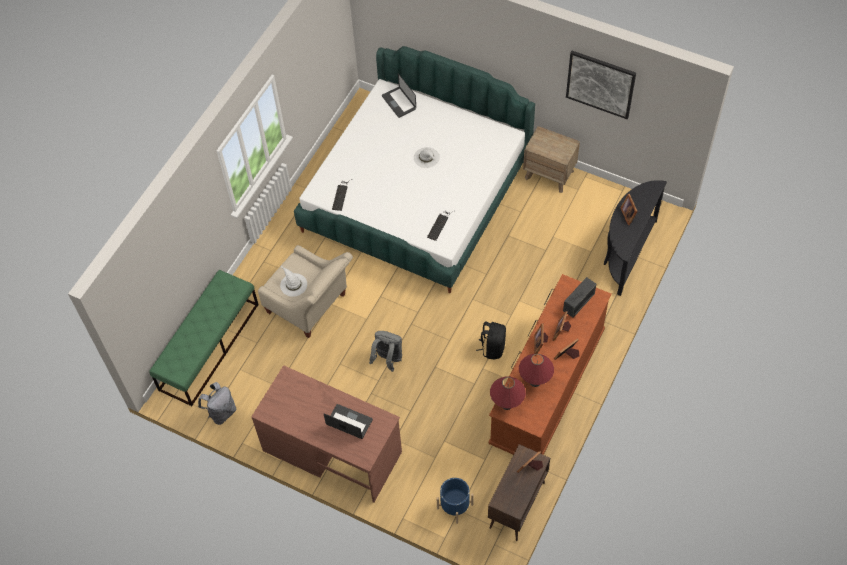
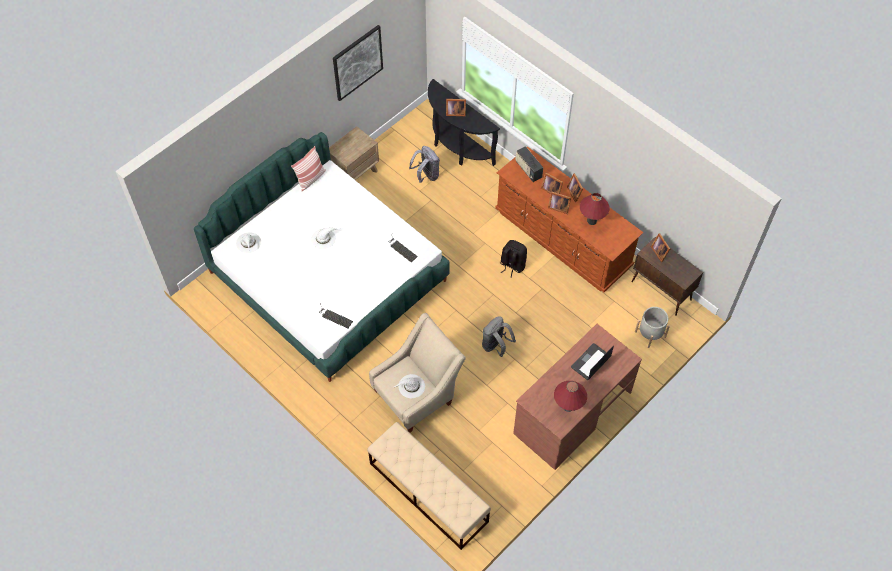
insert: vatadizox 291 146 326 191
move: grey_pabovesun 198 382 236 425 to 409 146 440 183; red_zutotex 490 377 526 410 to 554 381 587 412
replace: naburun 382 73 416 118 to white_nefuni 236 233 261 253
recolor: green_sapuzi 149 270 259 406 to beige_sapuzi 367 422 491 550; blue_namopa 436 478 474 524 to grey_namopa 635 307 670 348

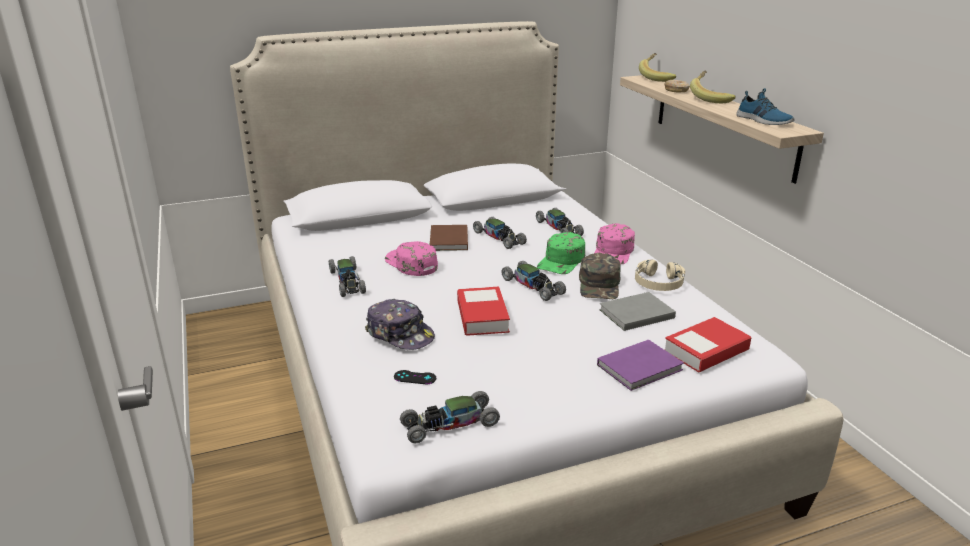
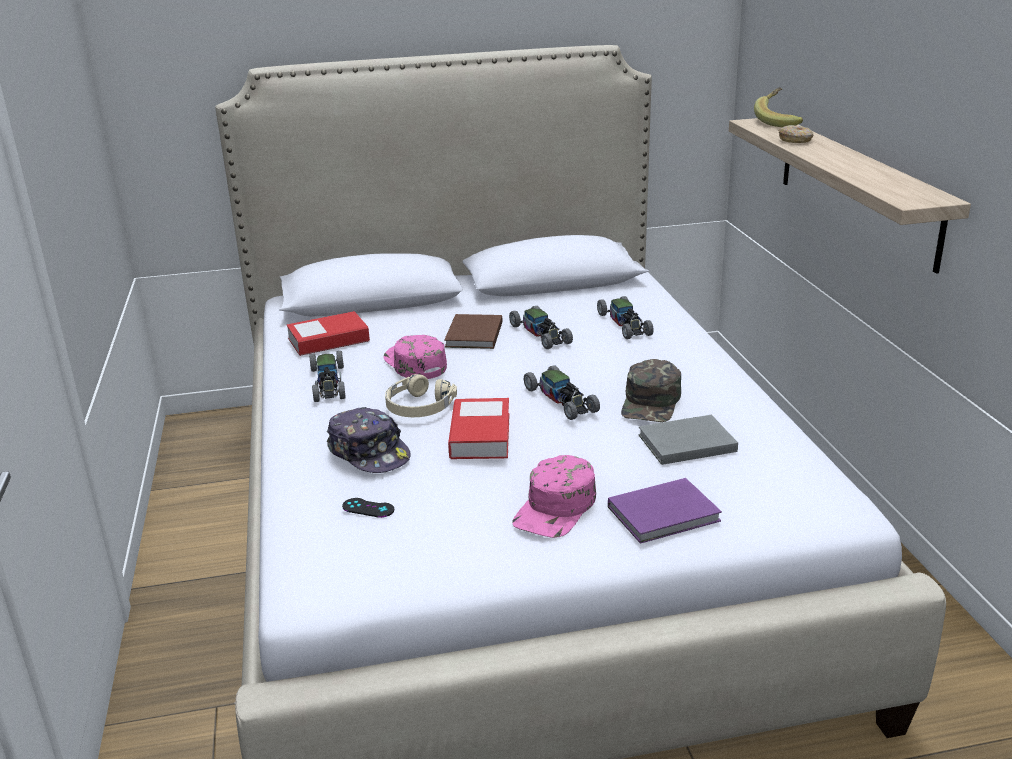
delete: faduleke 400 391 500 443; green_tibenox 537 232 585 274; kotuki 690 71 736 103; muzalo 736 88 795 125
move: pink_tibenox 595 223 635 264 to 512 455 596 538; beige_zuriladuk 635 259 685 291 to 385 374 457 417; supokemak 665 317 751 373 to 287 311 370 356

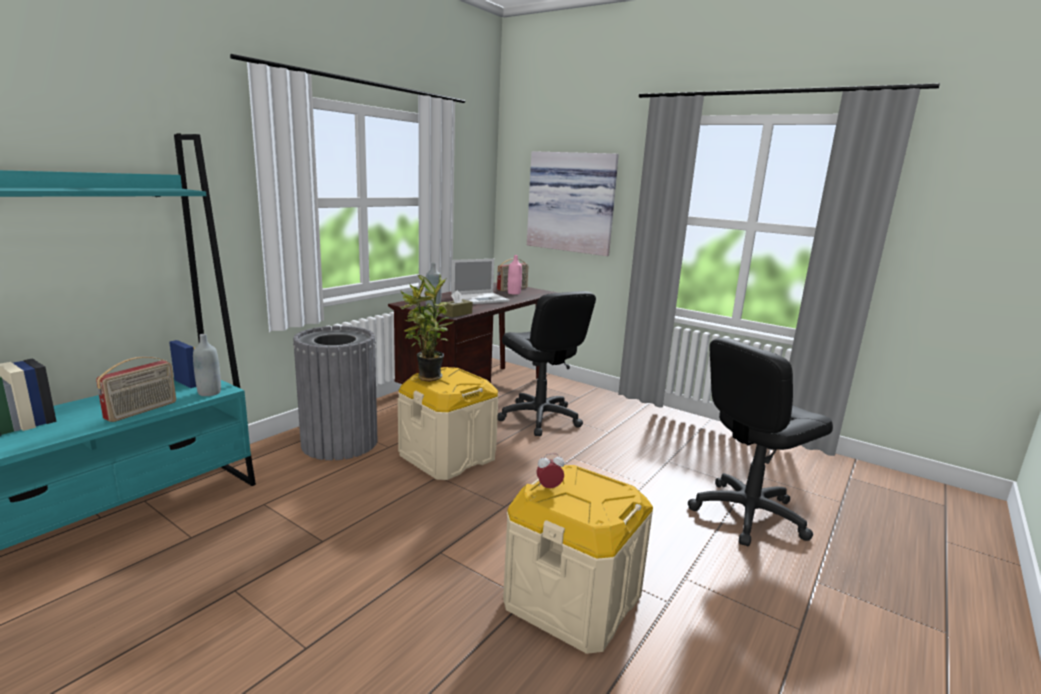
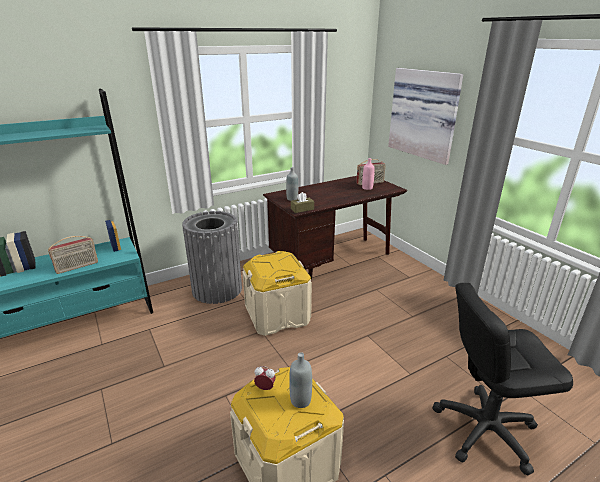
delete: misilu 400 275 454 382; naburun 451 259 509 304; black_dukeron 497 291 596 436
move: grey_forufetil 193 334 221 396 to 289 352 312 408

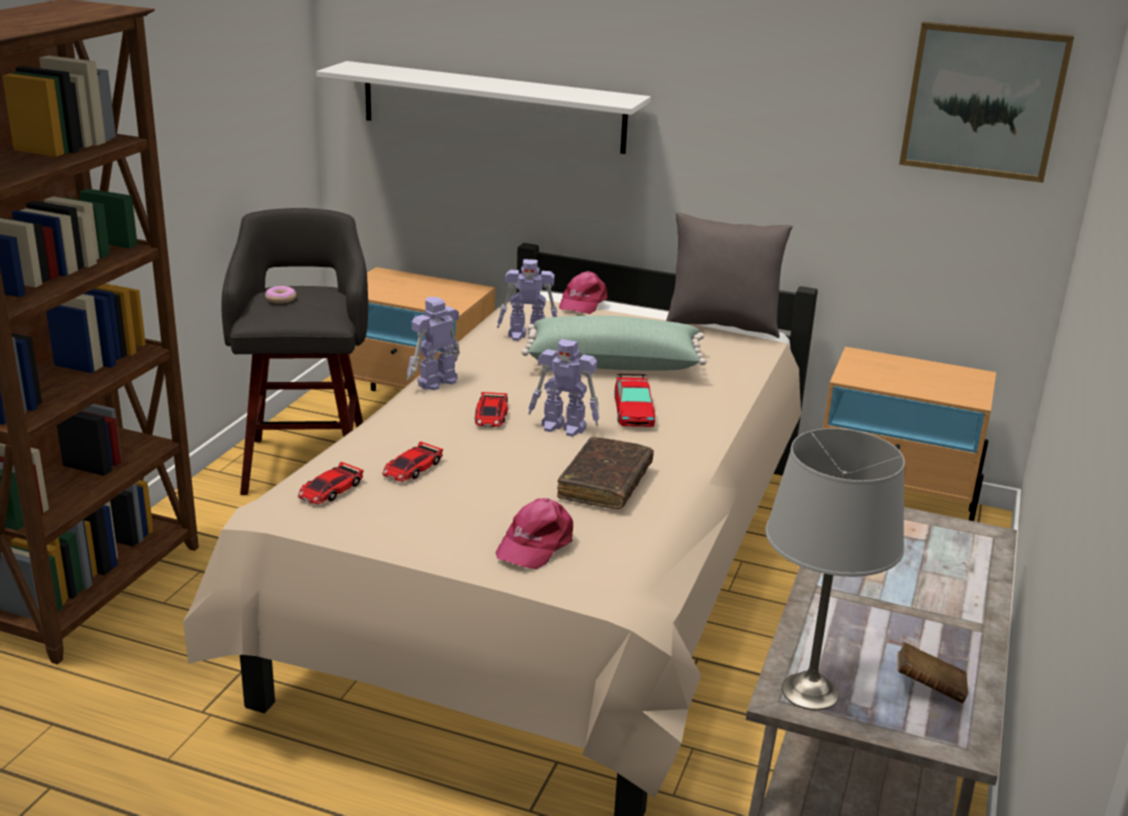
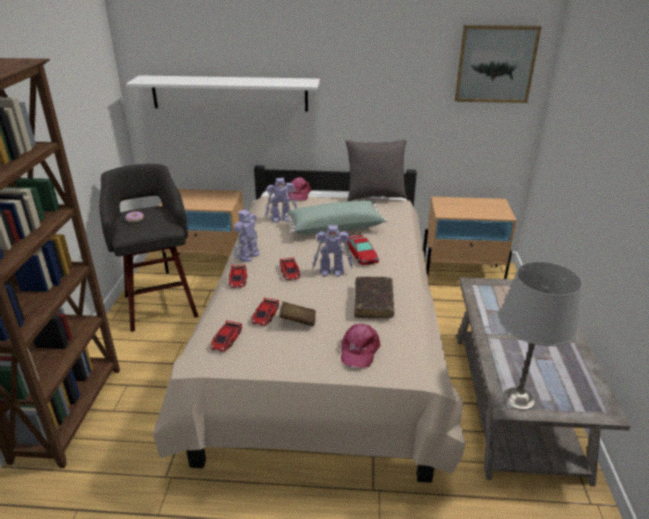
insert: faduleke 229 265 247 288
move: brown_supokemak 898 642 968 703 to 279 301 316 327

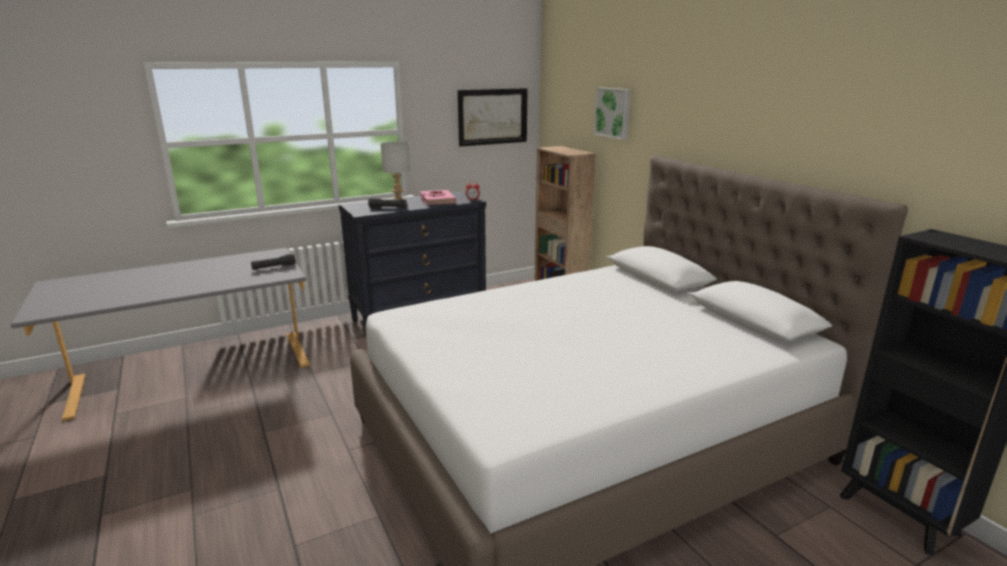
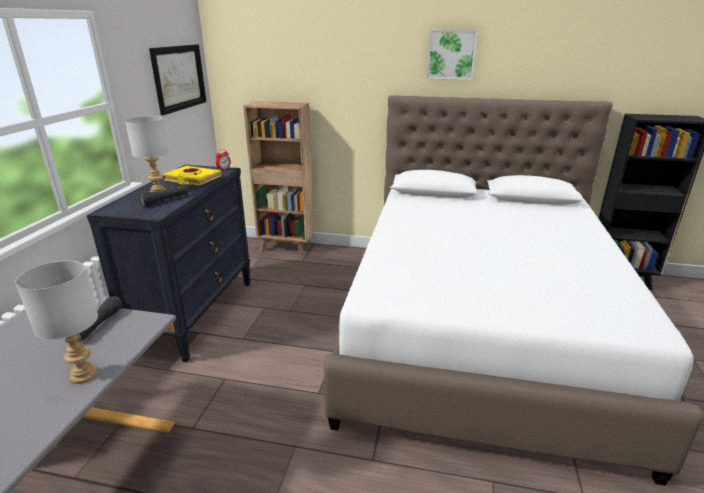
insert: grey_zutotex 15 260 98 384
move: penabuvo 594 87 631 140 to 427 30 478 80
recolor: pink_supokemak 419 190 456 205 to yellow_supokemak 163 166 222 186

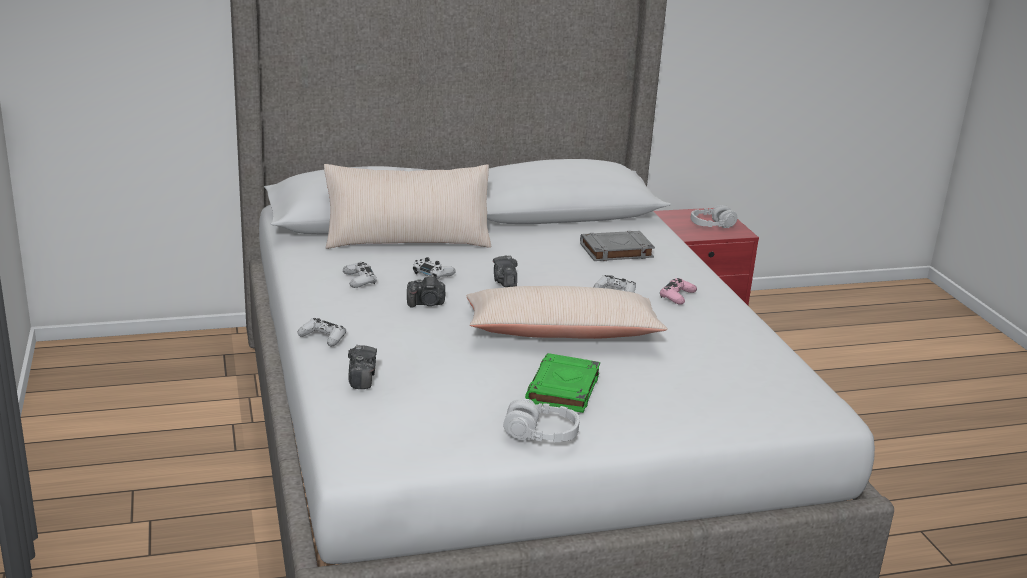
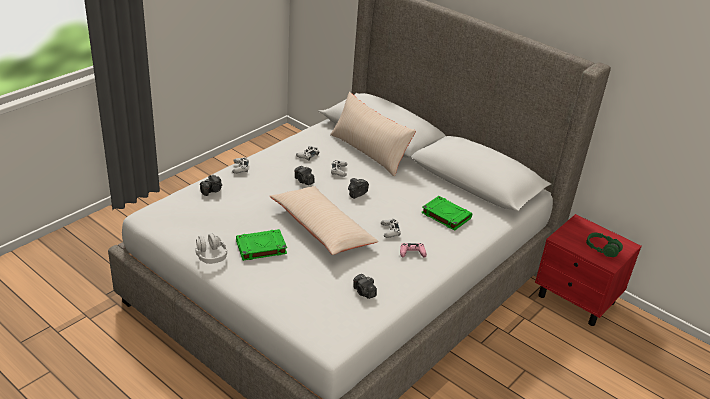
insert: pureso 353 274 377 299
recolor: grey_supokemak 580 231 655 261 to green_supokemak 421 196 472 231; grey_zuriladuk 690 205 737 228 to green_zuriladuk 586 233 623 257

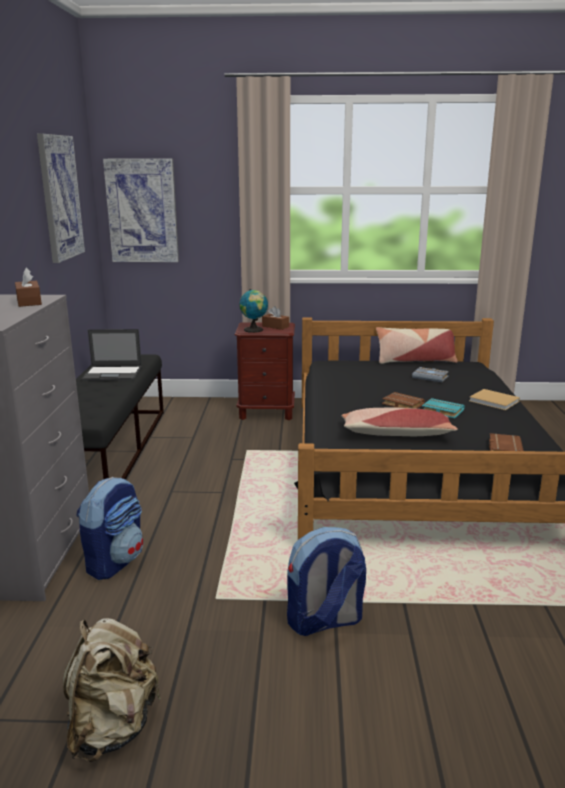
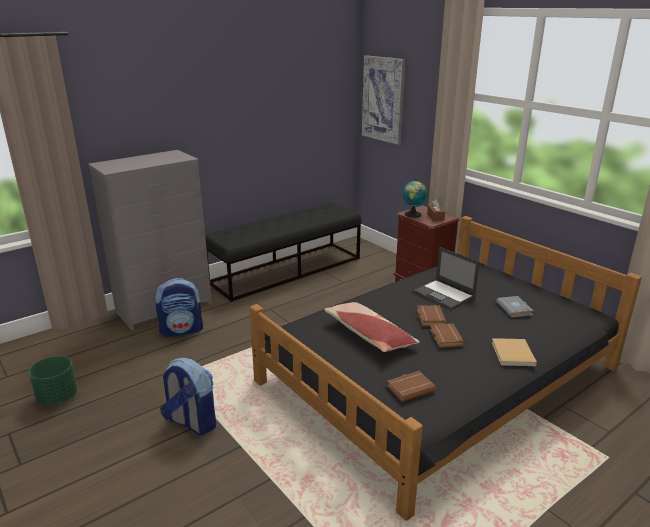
delete: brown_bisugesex 15 268 42 307; penabuvo 37 134 85 263; vatadizox 376 327 457 364
move: naburun 81 329 142 381 to 413 247 480 310
replace: beige_pabovesun 63 618 161 762 to green_namopa 28 356 77 405
recolor: turquoise_supokemak 422 398 465 418 to brown_supokemak 430 324 465 348

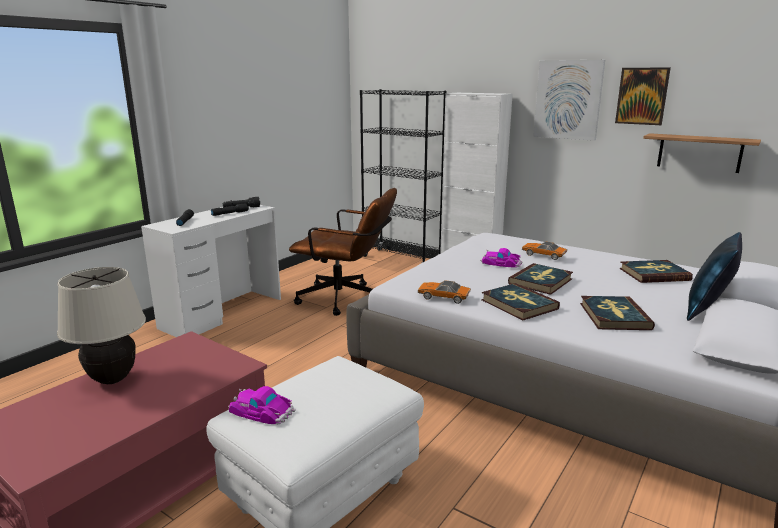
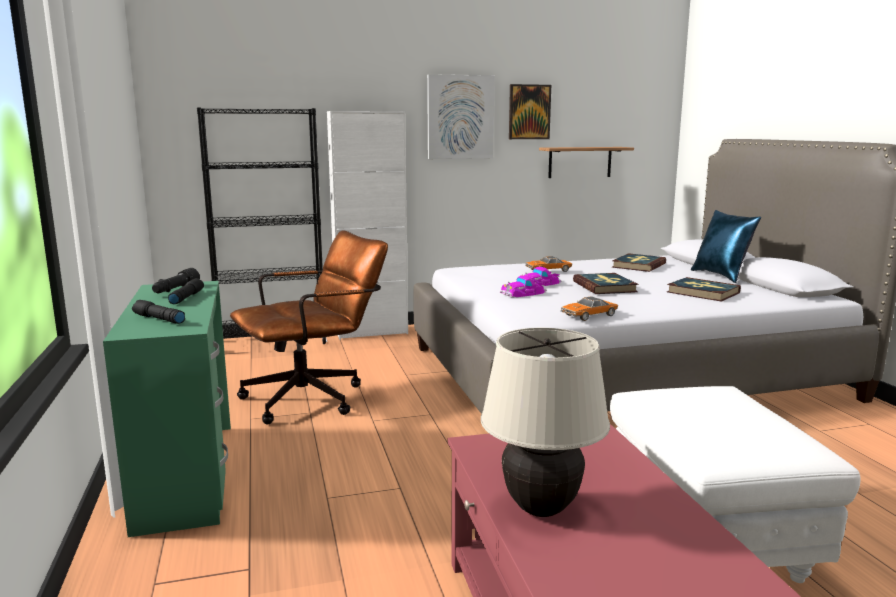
delete: supokemak 481 283 560 320
move: faduleke 228 386 296 424 to 500 275 547 298
recolor: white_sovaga 141 205 281 337 to green_sovaga 103 281 231 537

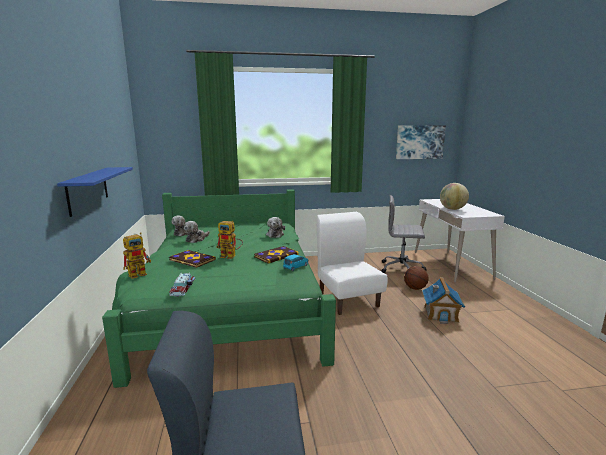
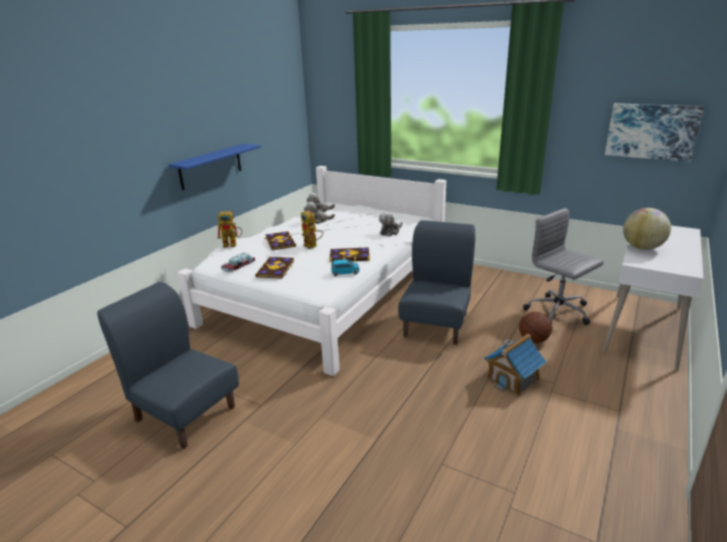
insert: supokemak 255 257 294 279
recolor: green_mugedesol 102 189 336 388 to white_mugedesol 178 166 446 376; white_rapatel 317 212 387 315 to blue_rapatel 398 220 475 344

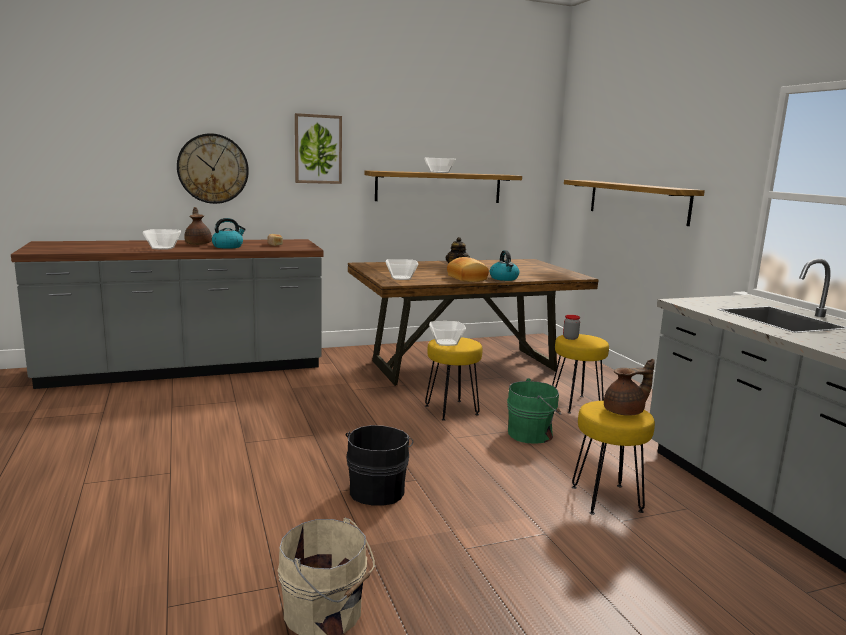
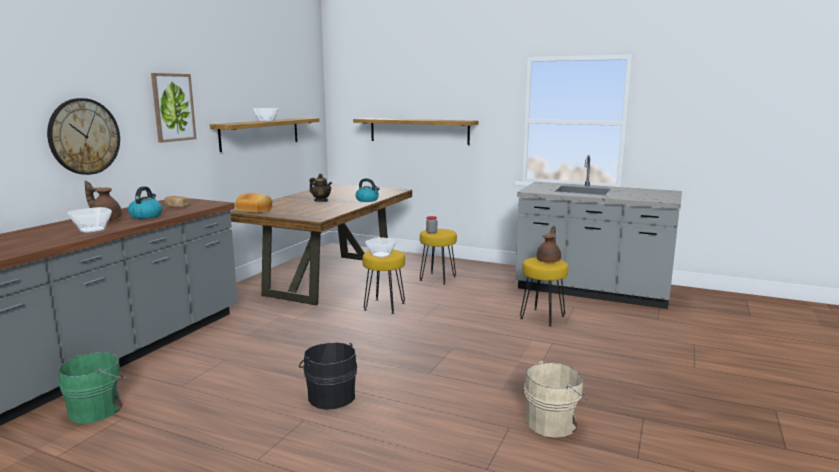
delete: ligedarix 386 259 418 280
move: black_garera 346 425 413 505 to 299 342 357 410; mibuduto 447 257 489 282 to 235 193 272 213; green_garera 507 378 561 444 to 58 352 127 424

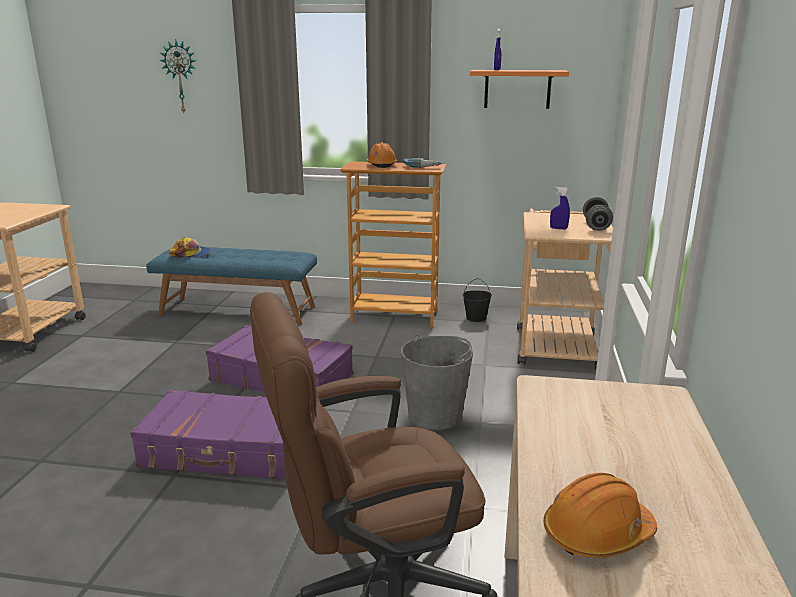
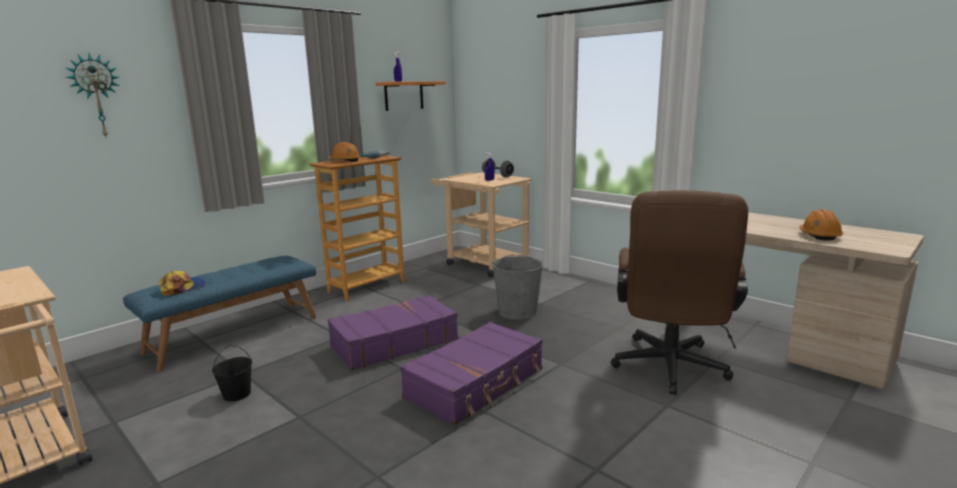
move: black_garera 463 278 492 322 to 212 345 252 402

